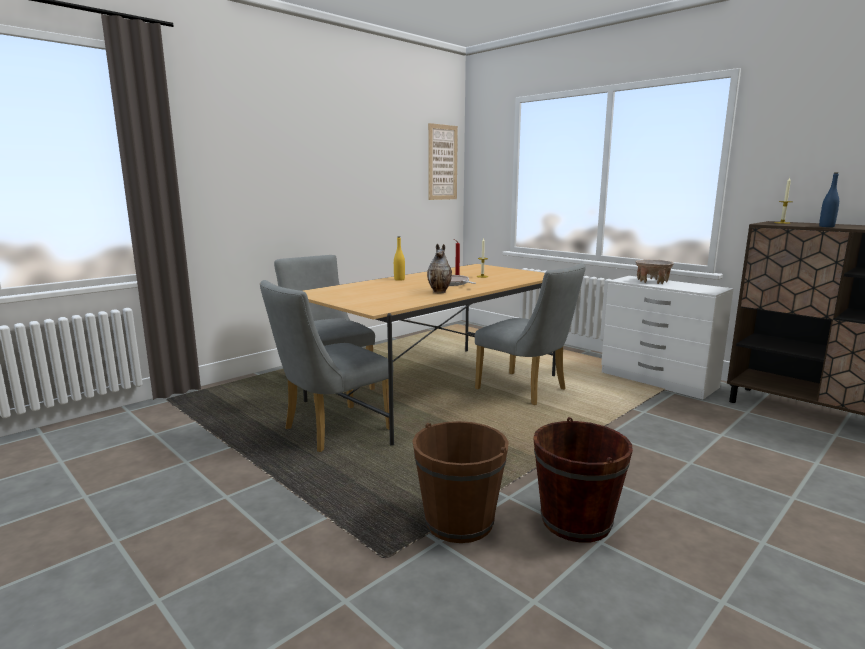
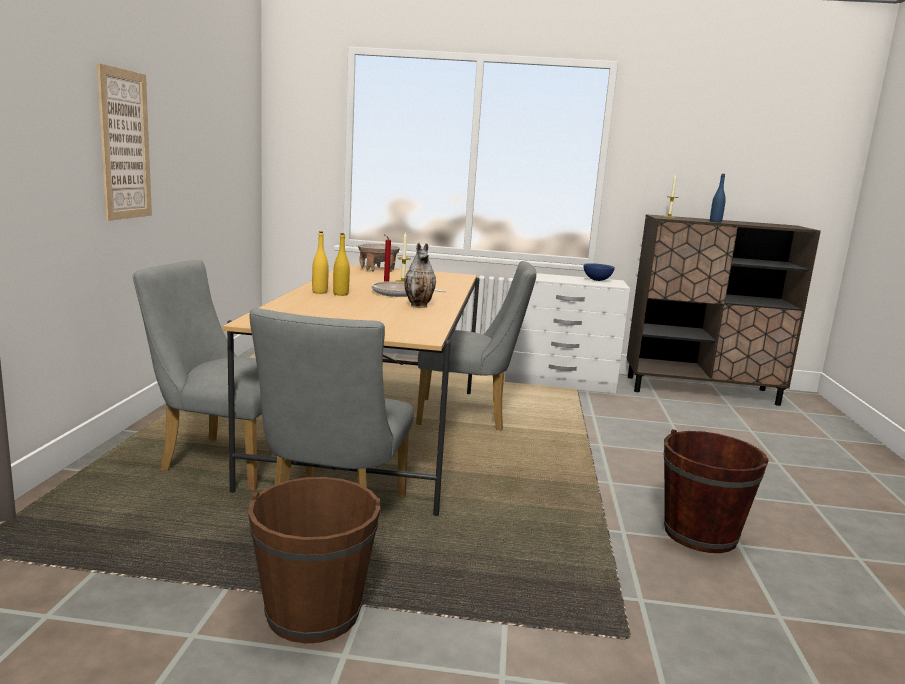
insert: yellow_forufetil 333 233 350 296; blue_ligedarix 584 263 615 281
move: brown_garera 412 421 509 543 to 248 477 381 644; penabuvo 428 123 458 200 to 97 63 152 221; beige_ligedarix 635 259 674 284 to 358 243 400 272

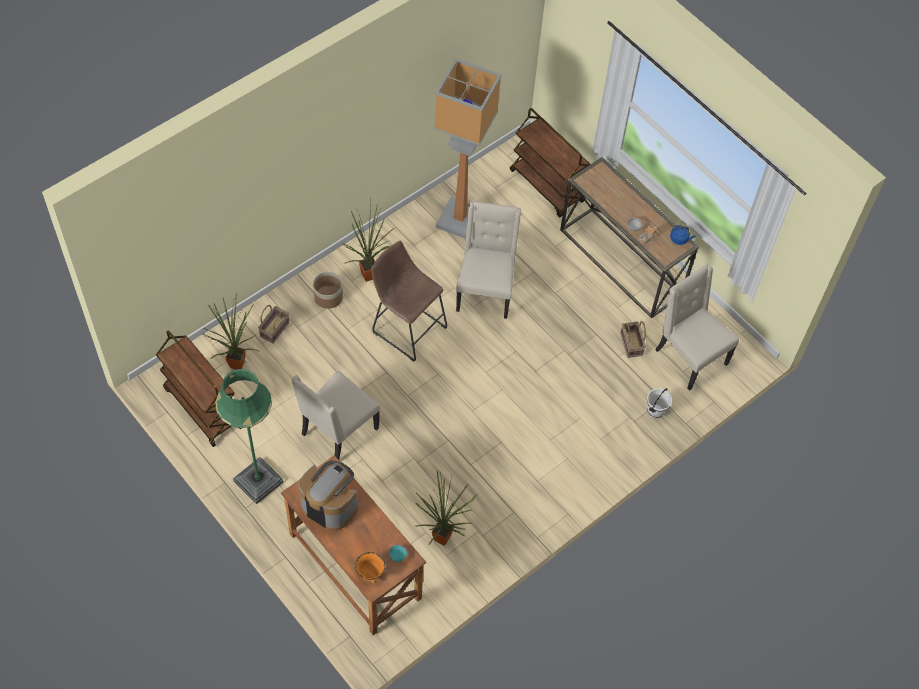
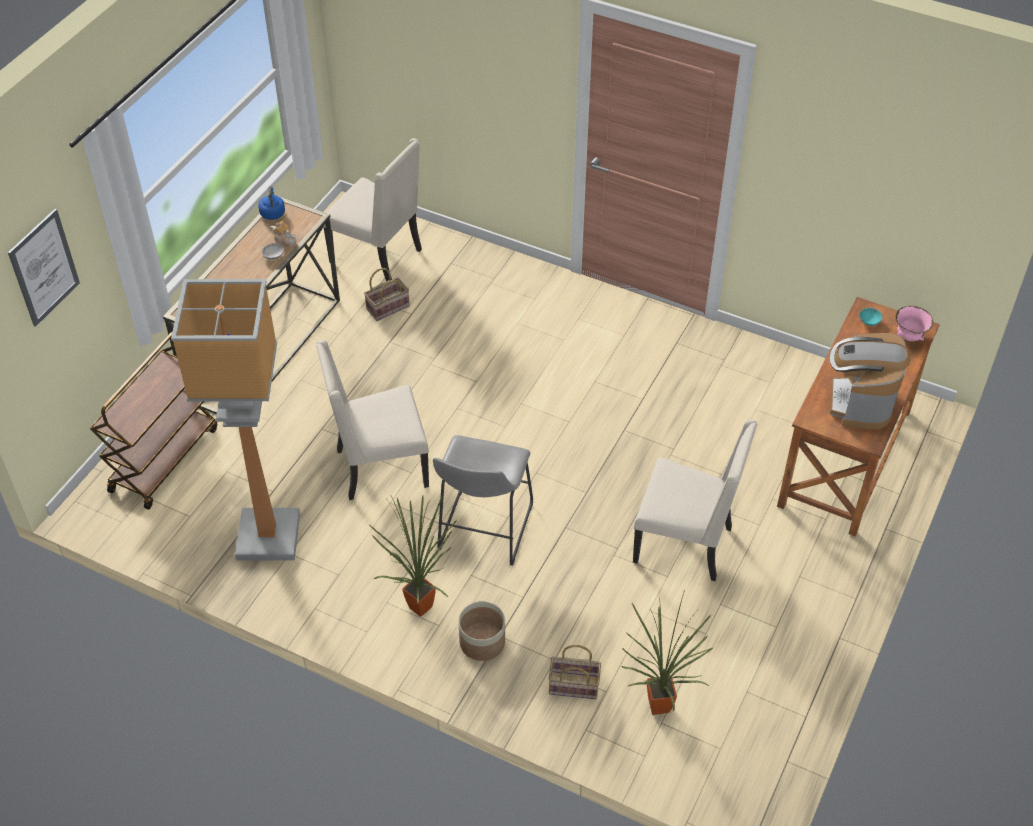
delete: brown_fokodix 156 330 242 447; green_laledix 215 369 284 505; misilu 415 471 477 546; white_garera 647 388 672 418
insert: penabuvo 8 209 80 327
recolor: orange_ligedarix 354 552 385 583 to pink_ligedarix 896 306 933 341; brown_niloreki 371 241 447 362 to grey_niloreki 433 435 533 566
rotate: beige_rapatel 656 264 739 391 = 324 138 422 281 90 degrees counterclockwise

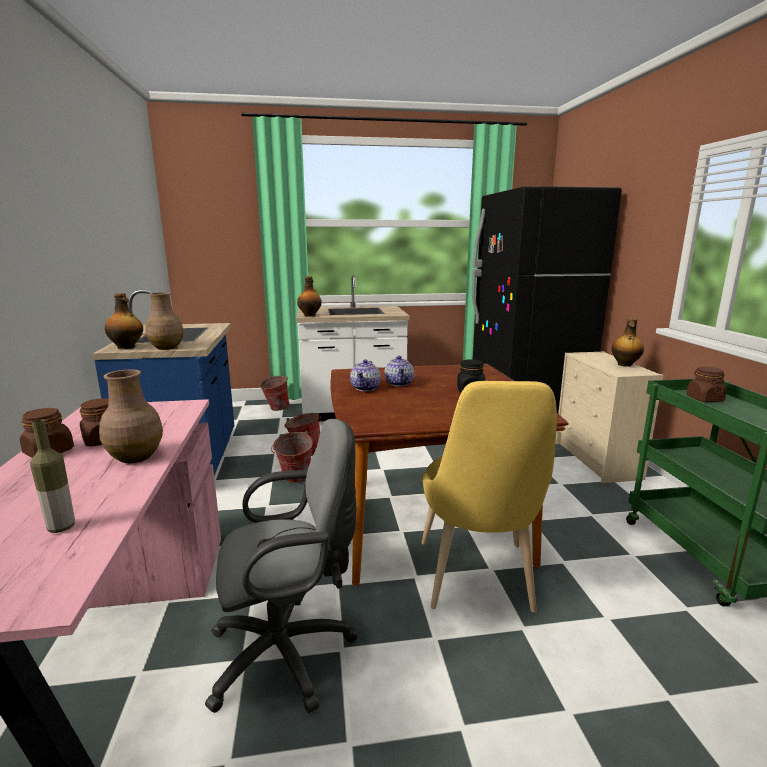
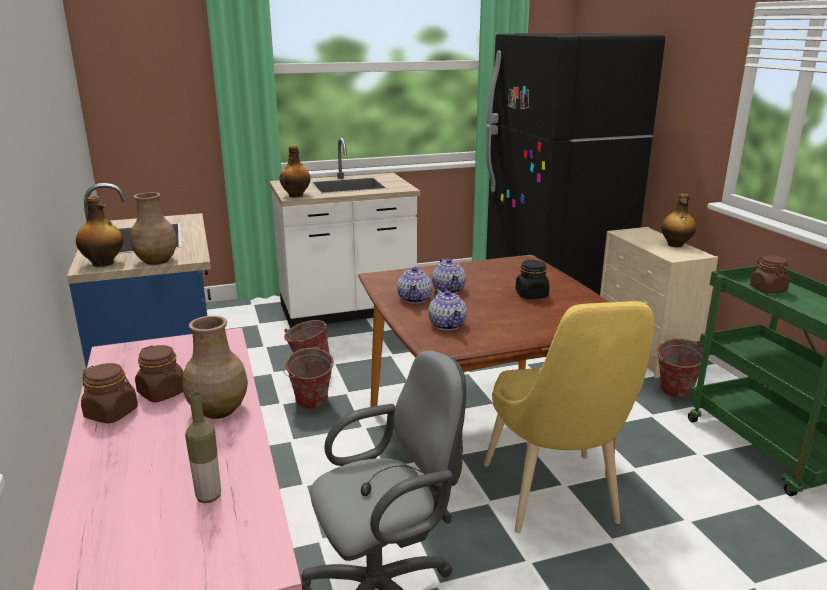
insert: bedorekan 428 289 467 331
move: garera 258 376 290 411 to 654 339 703 398

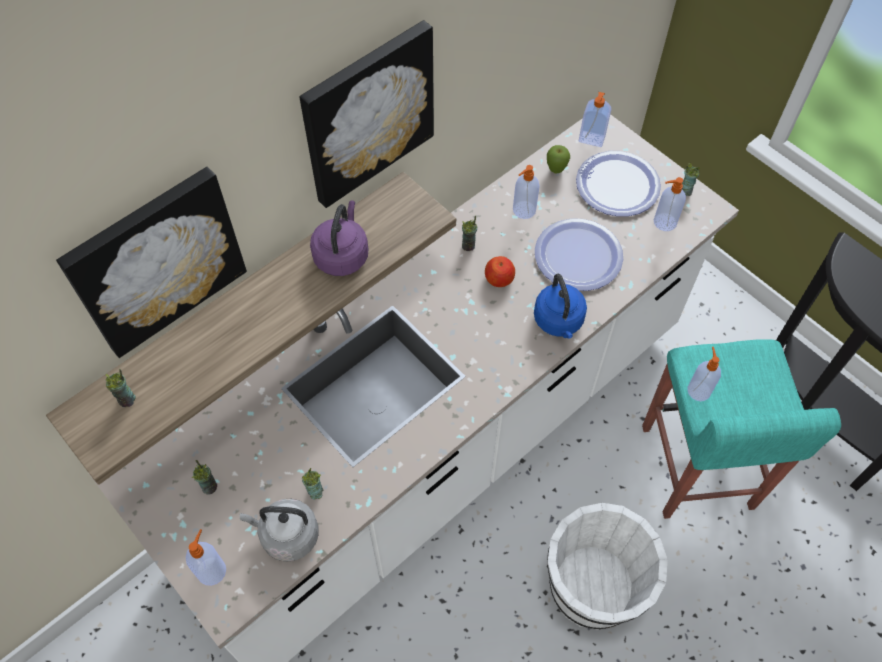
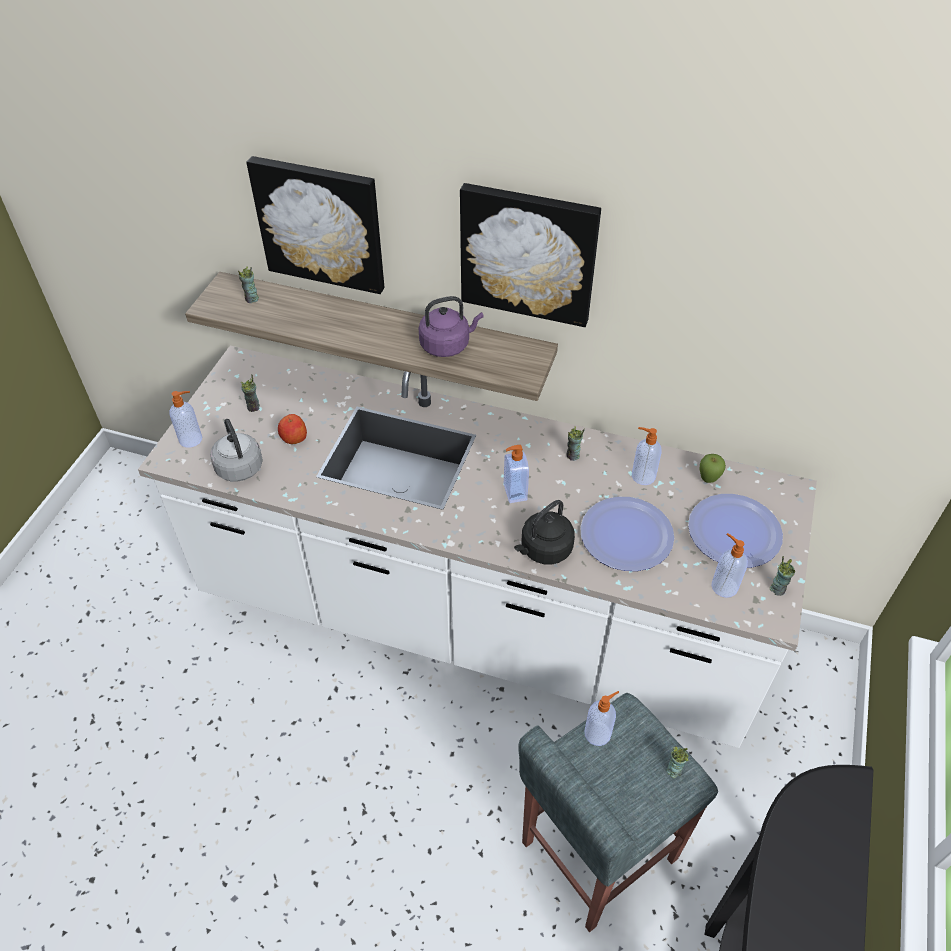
delete: white_garera 547 503 668 630
move: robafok 302 468 323 500 to 667 746 689 778; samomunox 485 256 515 287 to 278 414 307 444; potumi 579 92 611 147 to 504 445 529 503
recolor: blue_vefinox 534 274 587 339 to black_vefinox 514 500 575 565; turquoise_niloreki 642 339 841 519 to grey_niloreki 519 693 718 932

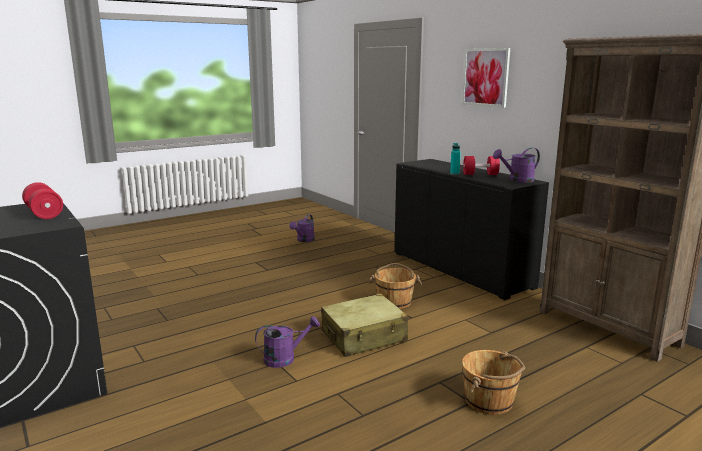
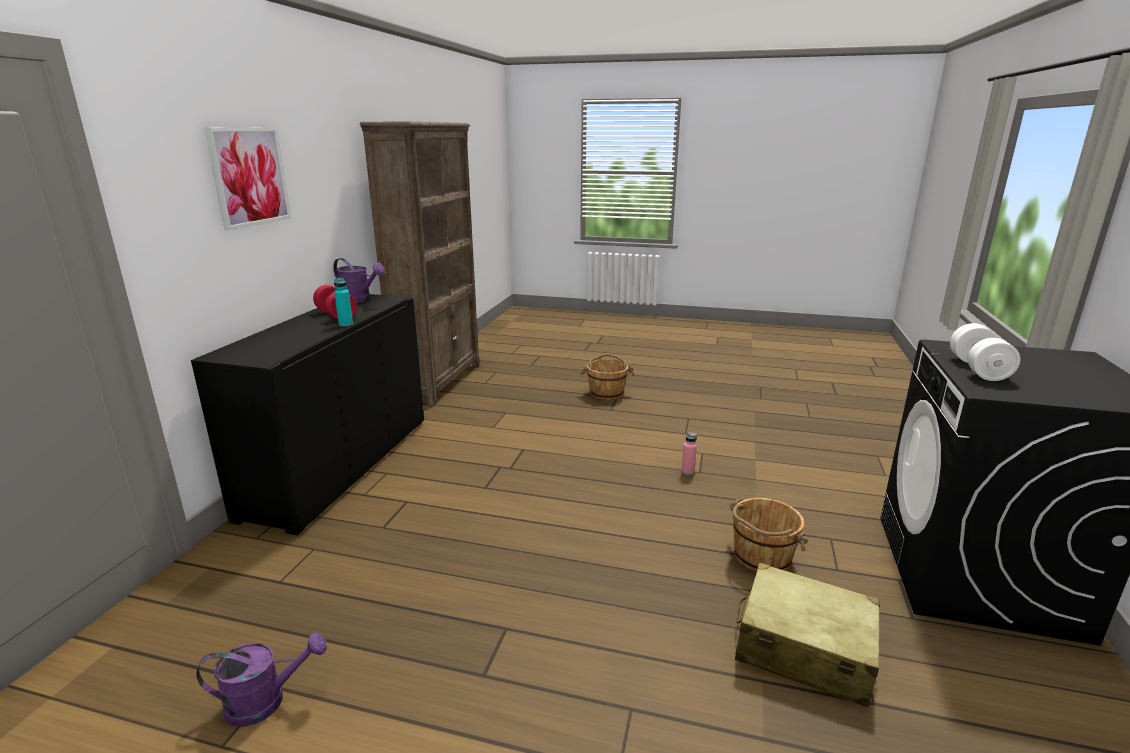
move: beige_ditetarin 321 293 408 357 to 735 562 880 707; brown_garera 369 263 422 309 to 730 498 809 572
replace: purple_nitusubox 255 316 320 368 to pink_forufetil 682 432 697 475
recolor: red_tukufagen 22 182 63 219 to white_tukufagen 950 323 1020 381

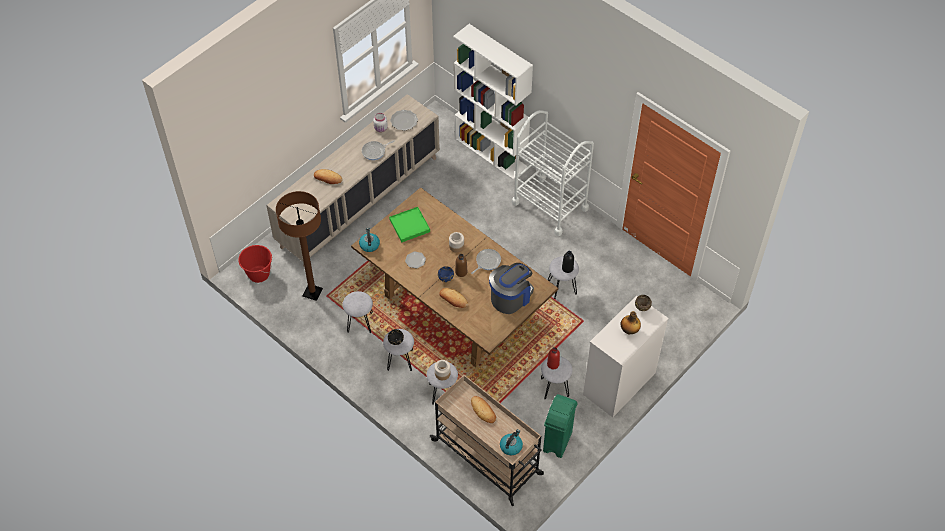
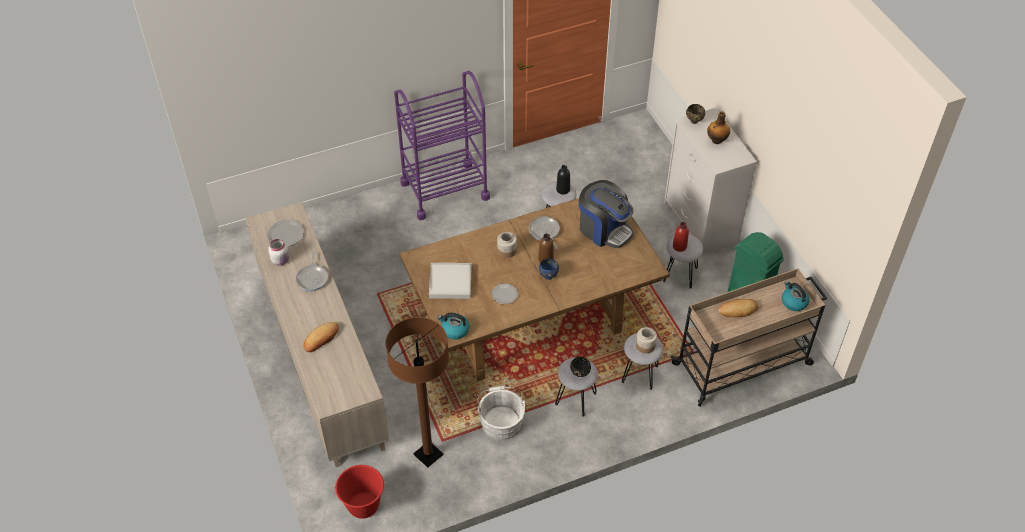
delete: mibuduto 439 288 468 308; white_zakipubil 453 24 533 179
replace: grey_niloreki 342 291 373 333 to white_garera 477 386 525 440
recolor: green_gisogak 389 207 430 242 to white_gisogak 429 263 472 299; white_fokodix 512 110 594 236 to purple_fokodix 394 71 490 220
rotate: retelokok 489 263 534 314 = 579 180 634 248 150 degrees clockwise

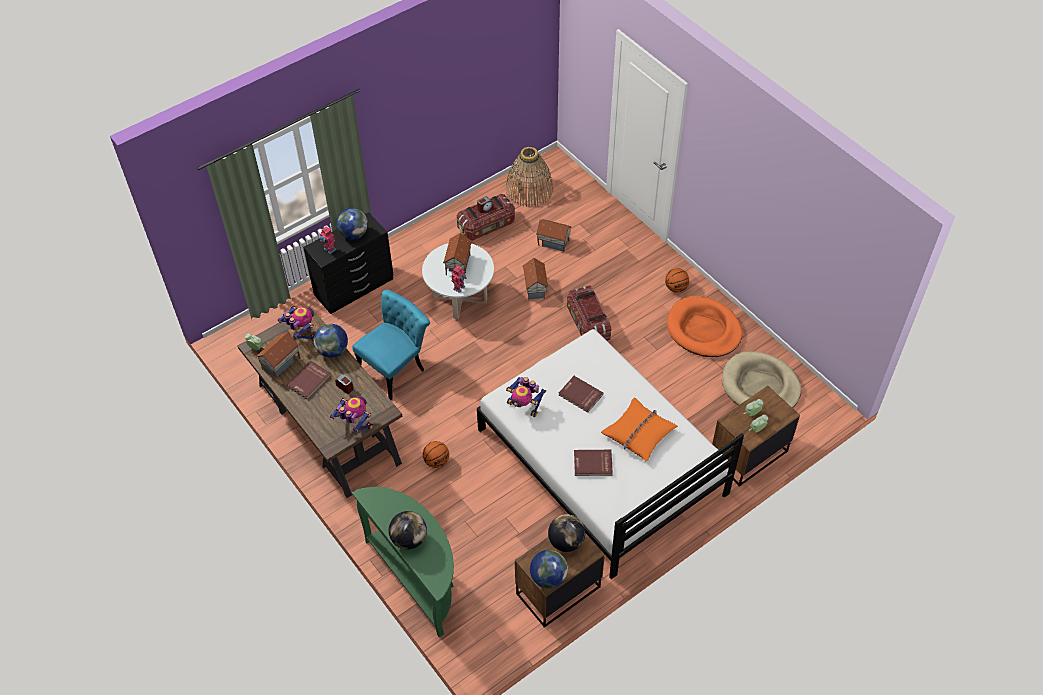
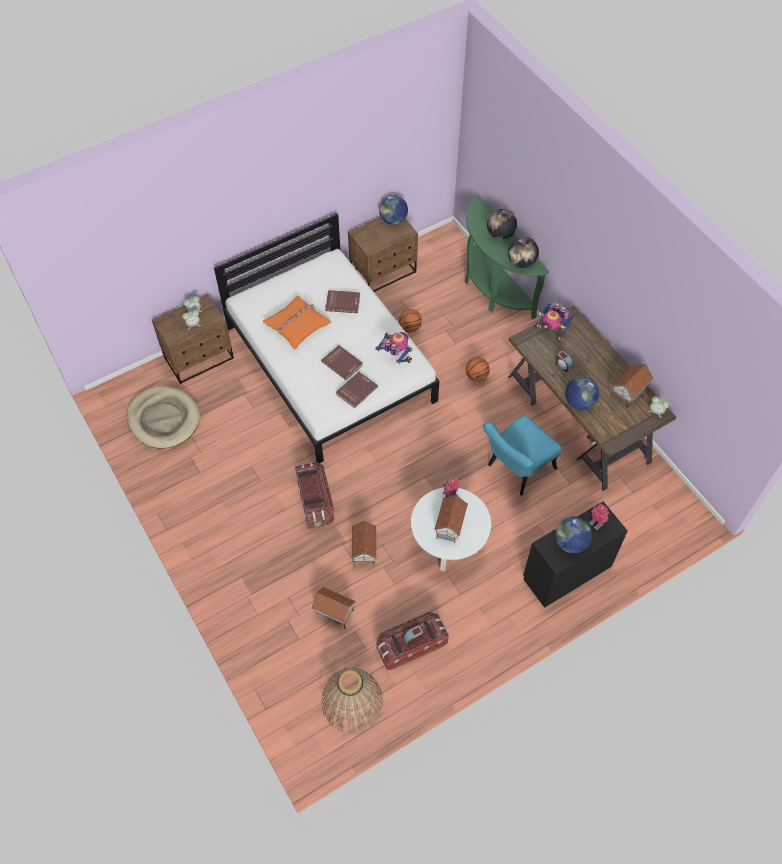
delete: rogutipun 277 306 315 341; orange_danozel 667 296 743 357
move: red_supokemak 286 360 331 399 to 336 372 378 408; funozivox 548 514 586 552 to 508 237 539 268; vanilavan 665 268 689 292 to 399 309 422 332

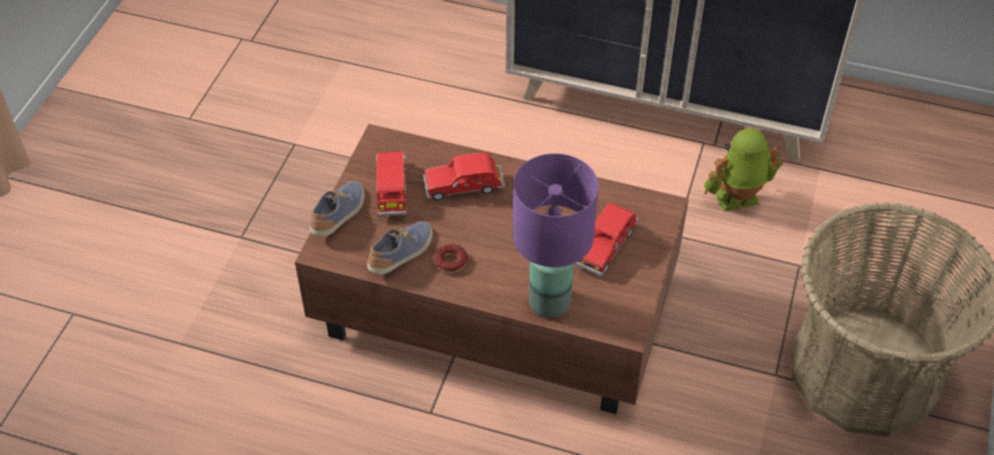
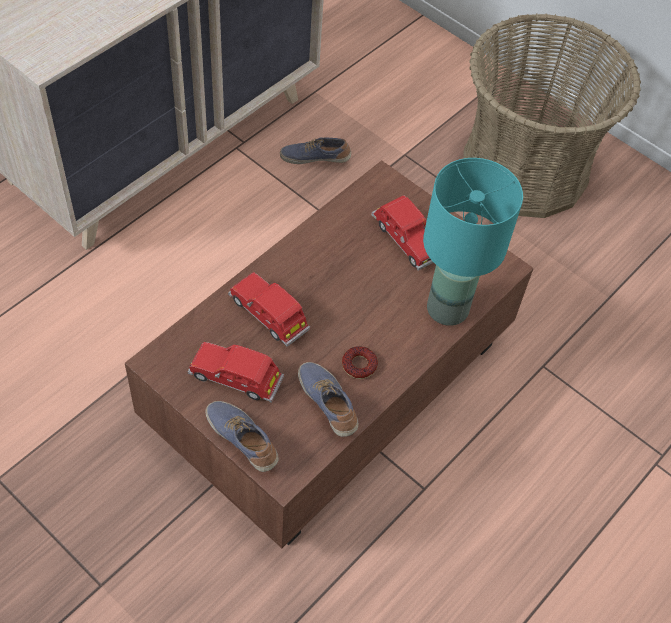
replace: rogutipun 704 128 783 212 to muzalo 280 137 351 164
recolor: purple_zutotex 513 153 599 318 to turquoise_zutotex 423 158 523 326
rotate: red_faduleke 423 153 505 201 = 228 272 310 347 120 degrees clockwise

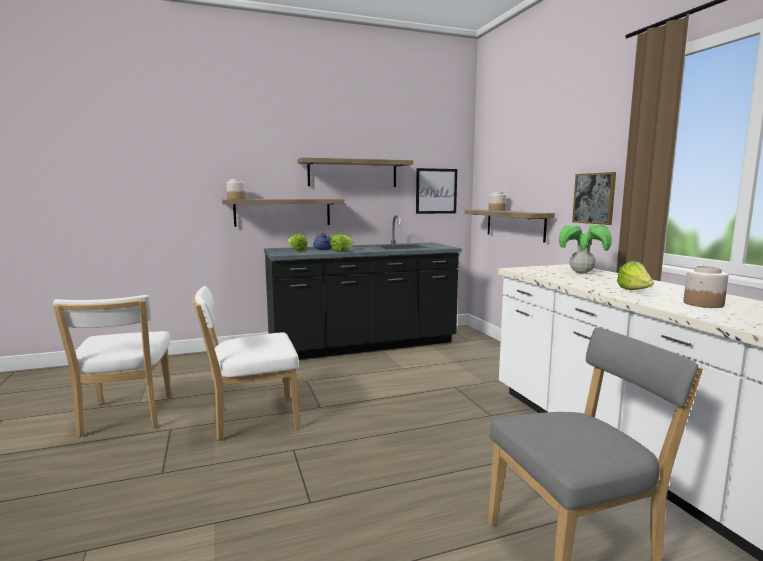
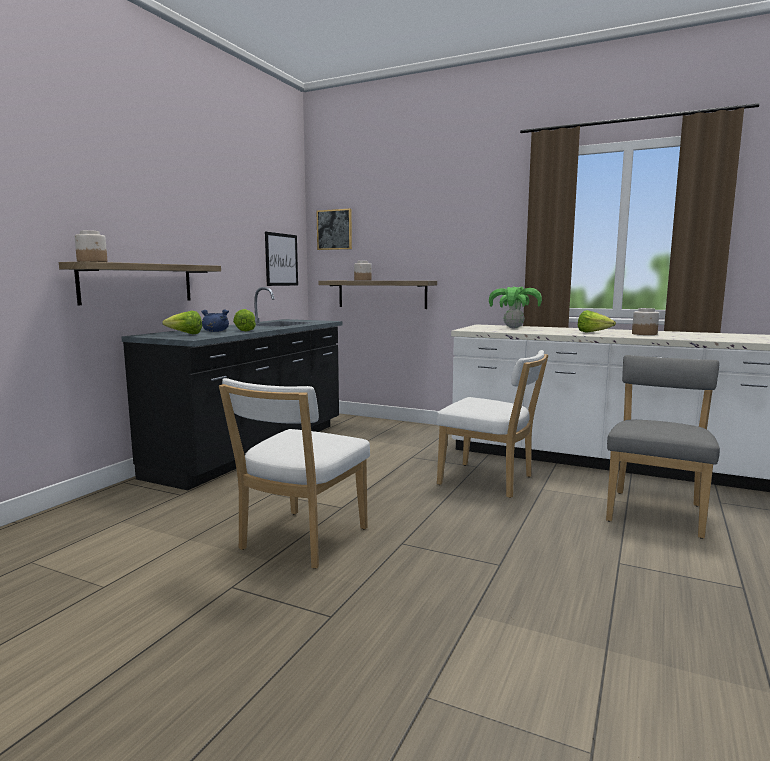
delete: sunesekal 297 157 413 187
move: white_rapatel 53 295 172 437 to 436 350 548 498; penabuvo 572 172 616 225 to 316 209 352 250

